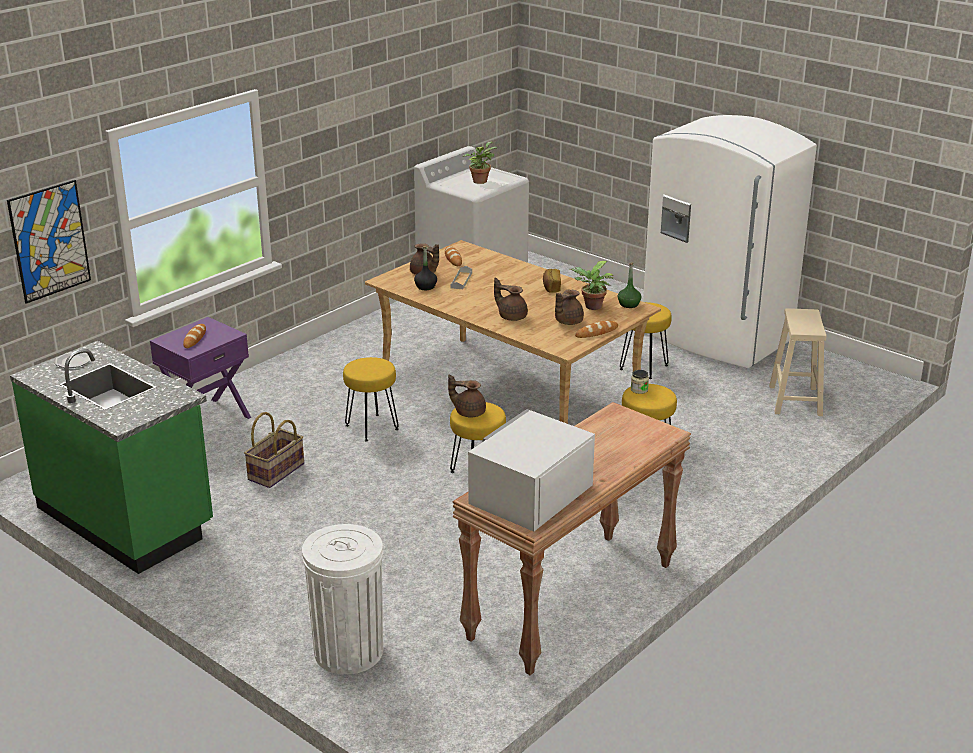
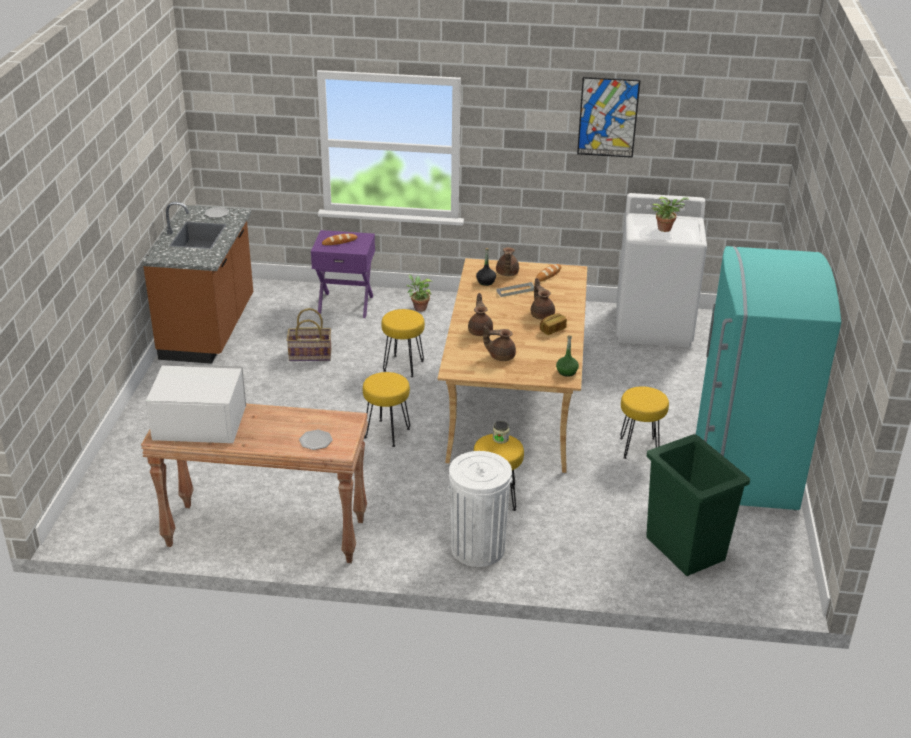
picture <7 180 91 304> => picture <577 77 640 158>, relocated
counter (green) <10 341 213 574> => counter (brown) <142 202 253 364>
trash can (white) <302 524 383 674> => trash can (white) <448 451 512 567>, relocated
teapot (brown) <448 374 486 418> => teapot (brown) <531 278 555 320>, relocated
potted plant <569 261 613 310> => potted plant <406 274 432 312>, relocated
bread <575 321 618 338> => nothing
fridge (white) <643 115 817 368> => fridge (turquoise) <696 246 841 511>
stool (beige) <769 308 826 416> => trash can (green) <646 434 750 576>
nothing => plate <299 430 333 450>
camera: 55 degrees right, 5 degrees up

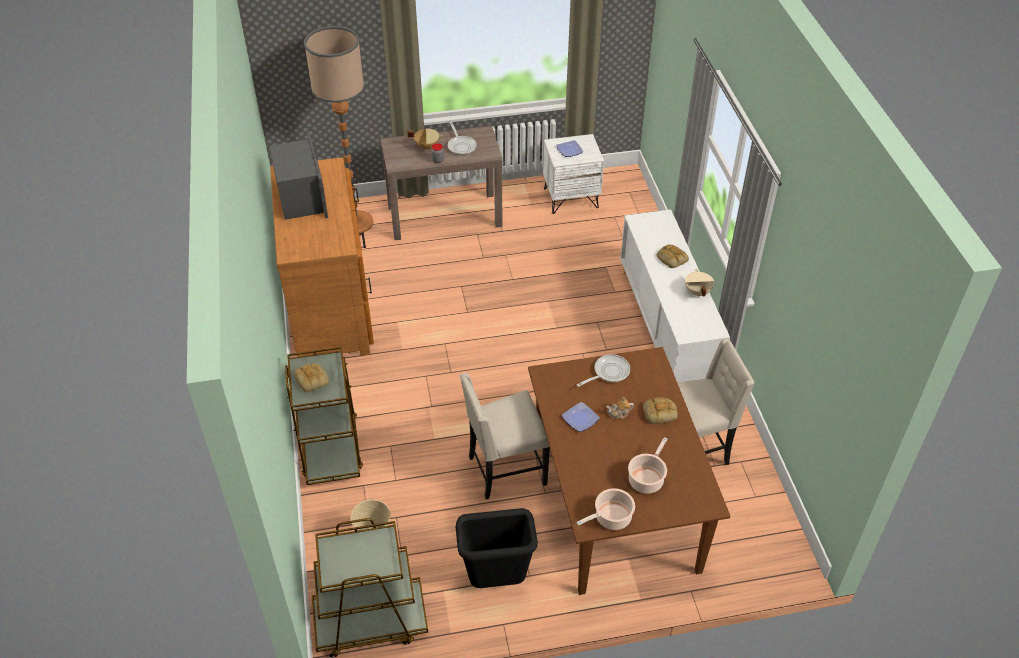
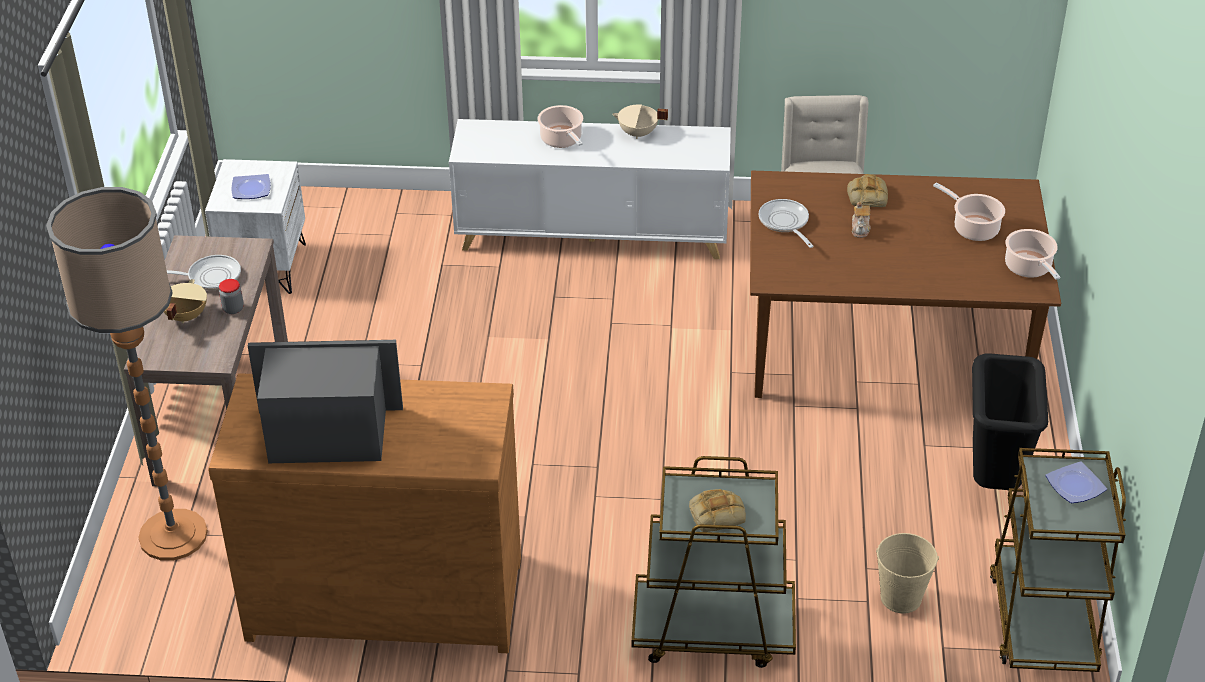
chair (beige) <460 373 550 499> => nothing
plate <562 402 600 432> => plate <1046 461 1107 503>, relocated
bread <657 245 689 268> => cooking pot <537 105 583 148>
camera: 75 degrees left, 5 degrees down

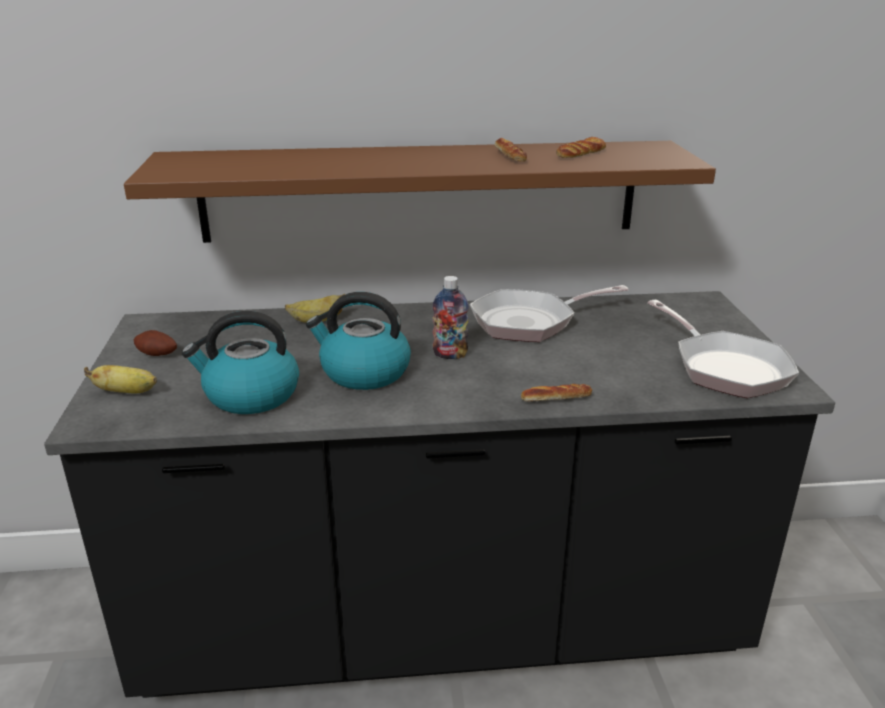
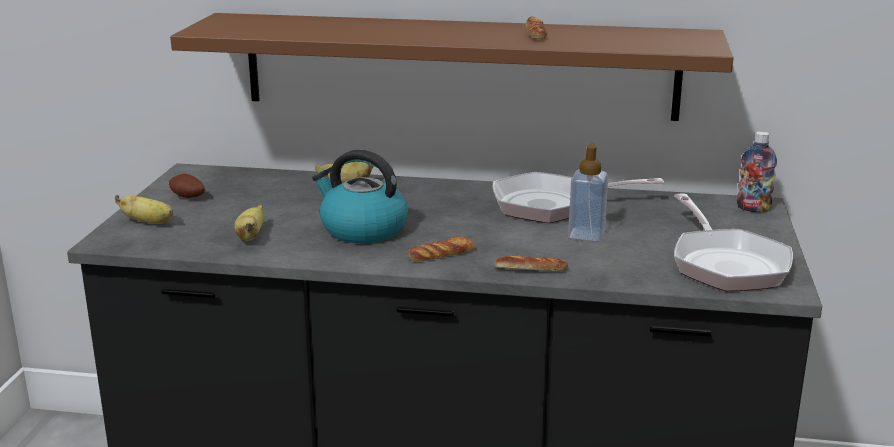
kettle <182 311 299 414> => banana <234 205 264 241>
bottle <432 276 469 359> => bottle <737 131 777 212>, relocated
bread <556 137 606 158> => bread <408 237 475 261>, relocated
nothing => soap dispenser <568 143 608 241>
camera: 15 degrees right, 5 degrees down

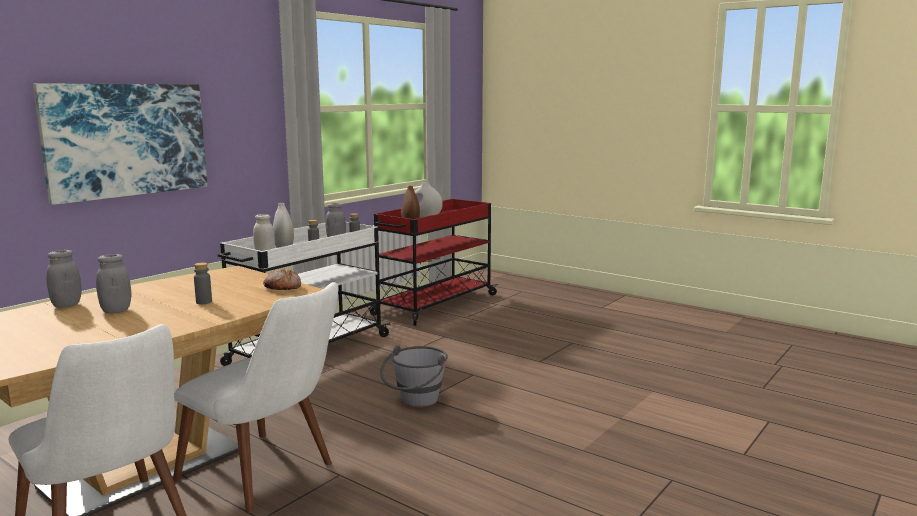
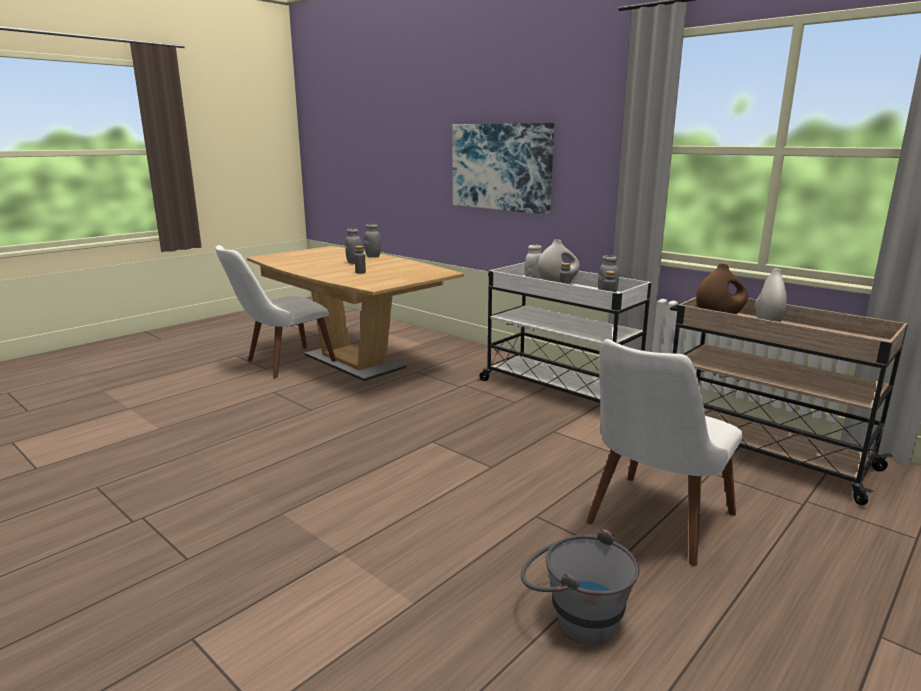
chair (white) <173 282 339 513> => chair (white) <586 339 743 566>, relocated
bread <263 268 301 290> => nothing
cart (red) <370 199 498 326> => cart (beige) <670 297 908 505>
bucket (grey) <380 345 448 407> => bucket (grey) <521 529 639 645>, relocated
camera: 95 degrees right, 5 degrees up

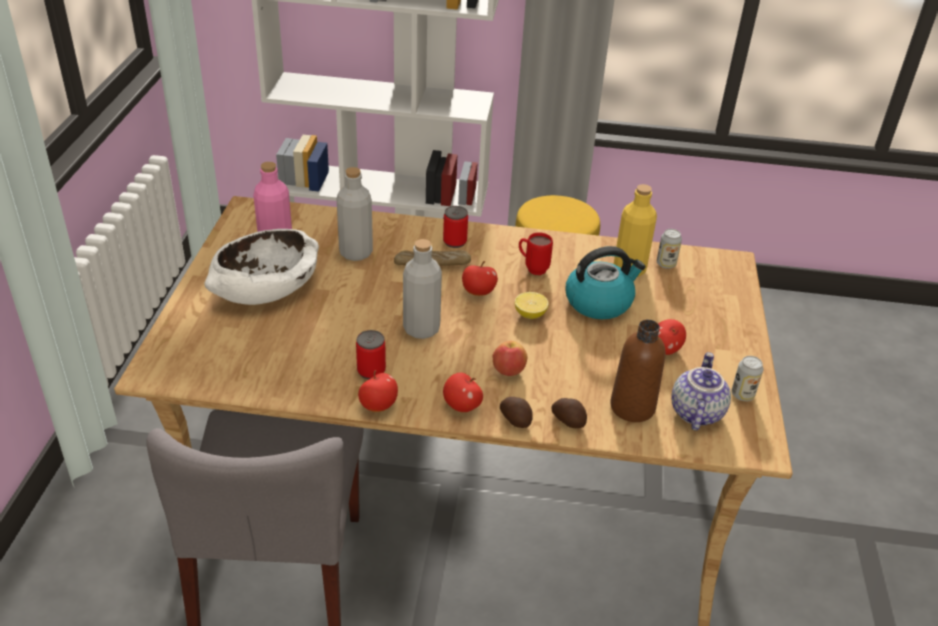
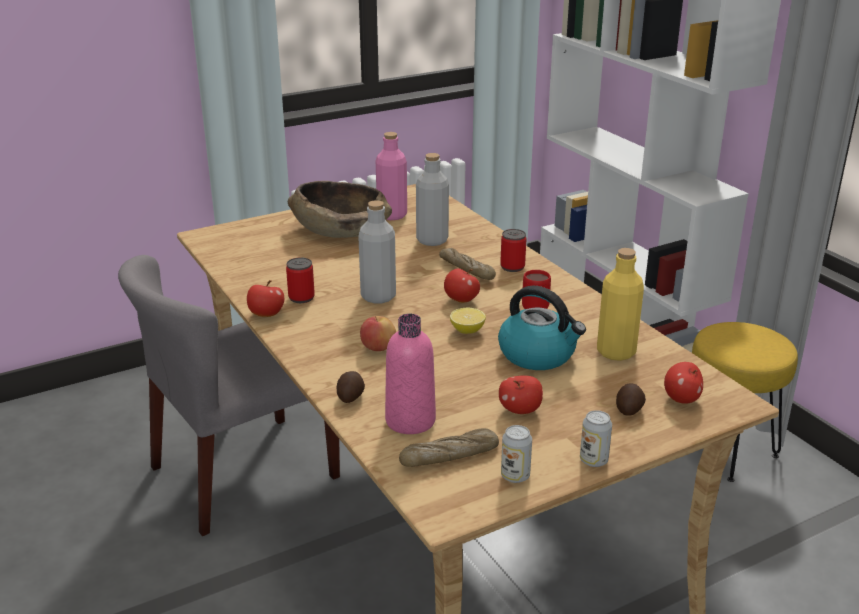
bowl (white) <204 229 319 305> => bowl (brown) <288 181 392 238>
apple <443 372 483 412> => apple <664 362 703 404>, relocated
potato <500 397 533 428> => potato <616 383 646 416>, relocated
bottle (brown) <610 320 665 422> => bottle (pink) <385 314 436 434>
can <657 229 682 269> => can <580 410 612 467>, relocated
teapot <671 352 731 431> => bread <399 428 499 467>
camera: 55 degrees right, 10 degrees down

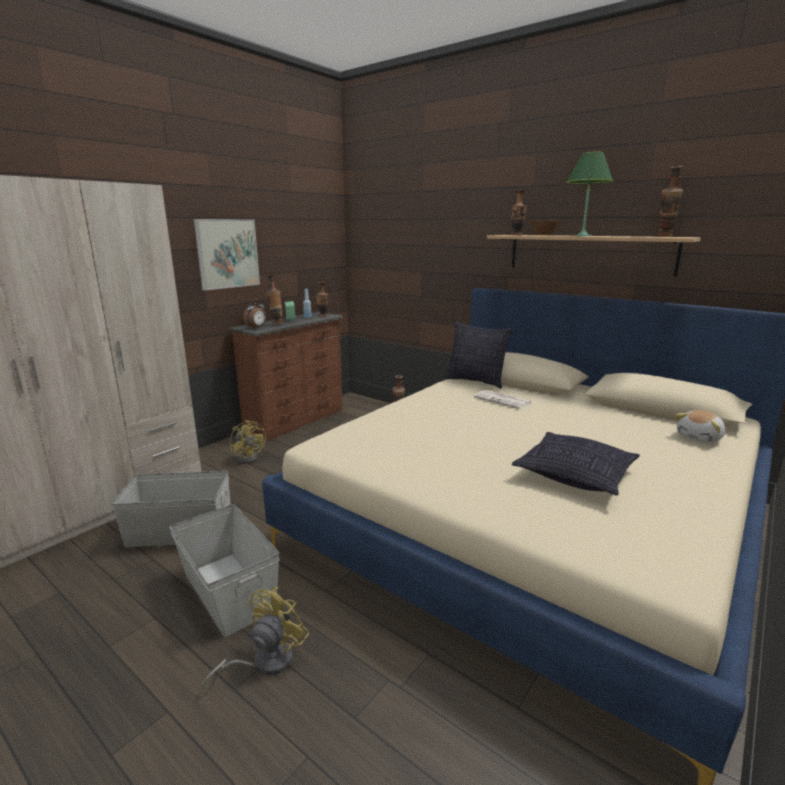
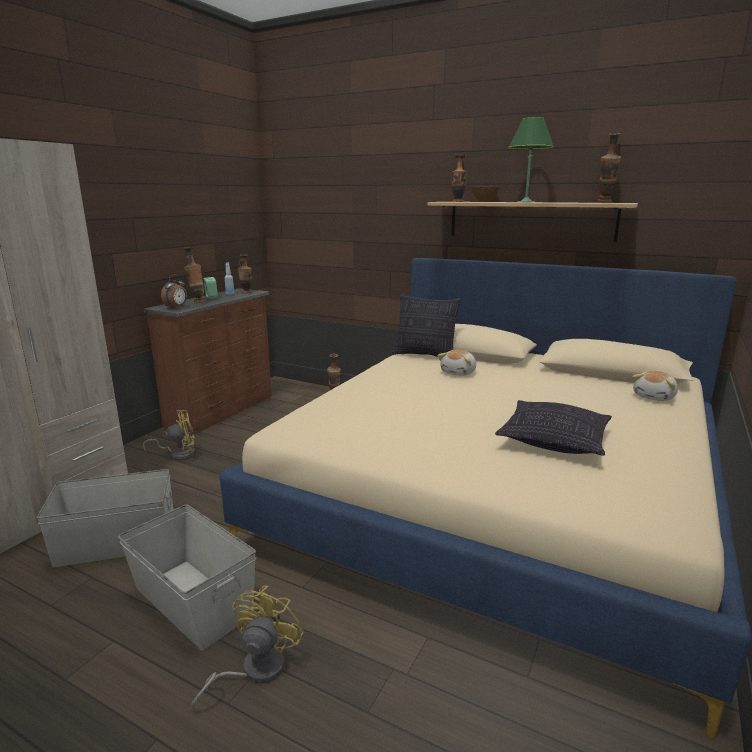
picture <194 219 260 291> => nothing
fan (yellow) <230 419 266 464> => fan (yellow) <143 410 195 460>, 60 degrees counterclockwise
newspaper <473 390 531 409> => plush toy <438 350 476 376>
camera: 10 degrees left, 0 degrees up

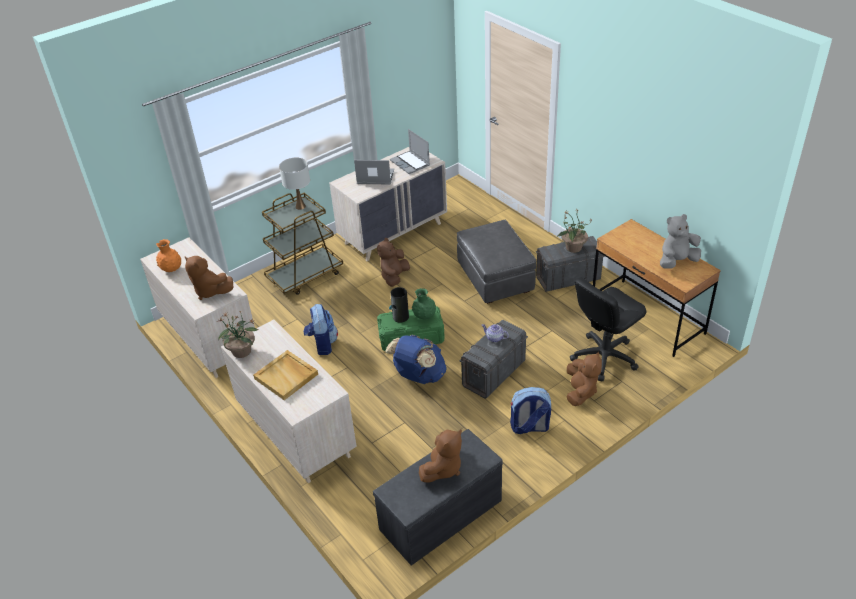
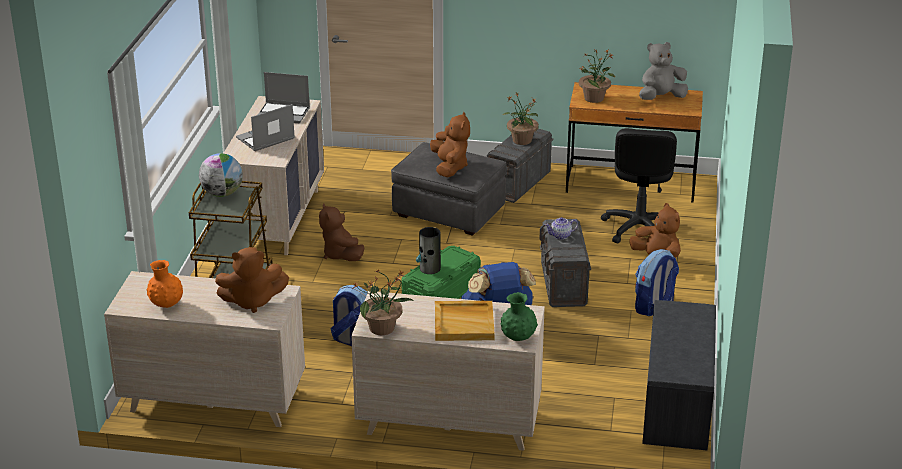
table lamp (white) <279 158 310 210> => globe <199 153 243 197>
vase (green) <412 288 436 320> => vase (green) <500 292 538 341>, relocated
plush toy (brown) <419 429 462 483> => plush toy (brown) <430 112 470 178>, relocated
plush toy (grey) <660 214 701 268> => plush toy (grey) <639 42 688 100>, 45 degrees clockwise
nothing => potted plant <579 49 615 103>
camera: 45 degrees left, 10 degrees down

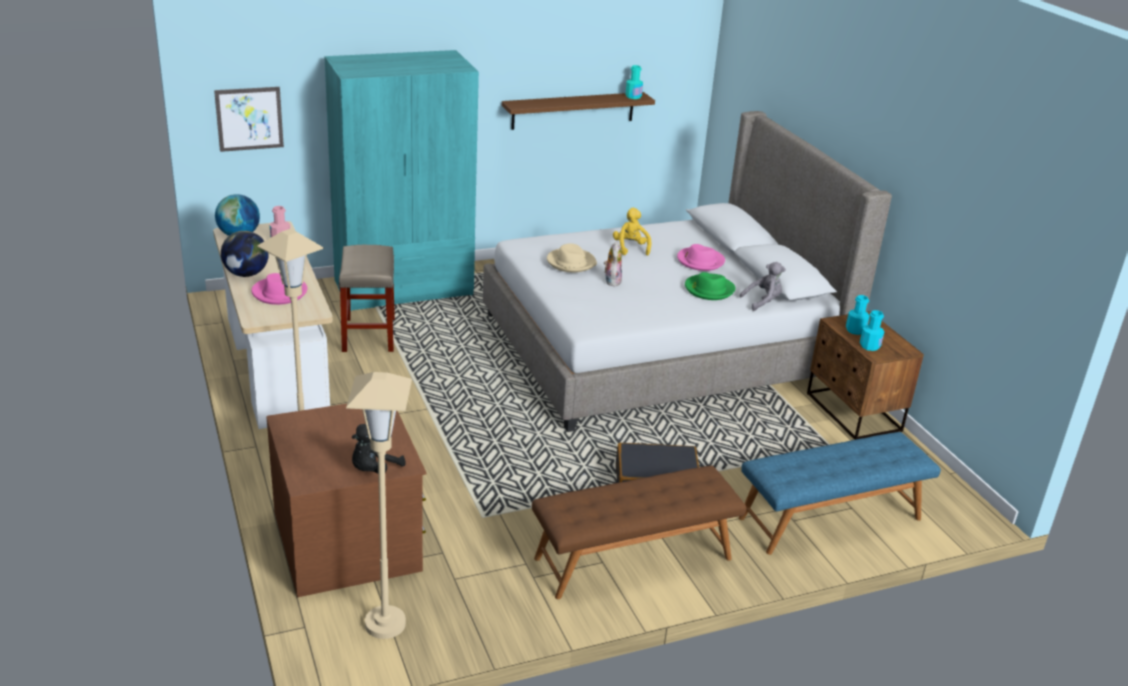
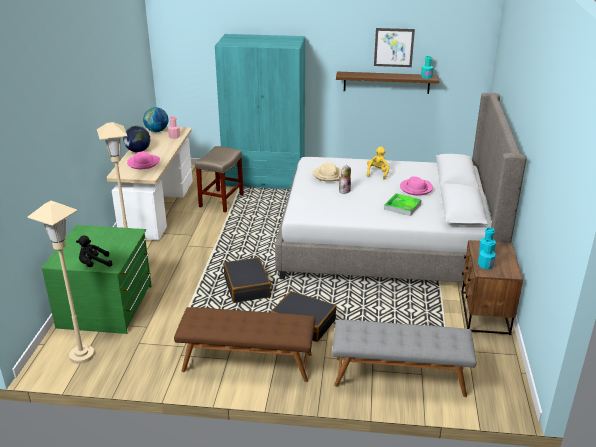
picture <214 87 284 152> => picture <374 28 415 67>, relocated
dresser (brown) <266 404 427 597> => dresser (green) <41 225 152 334>
hat (green) <685 272 736 300> => tray <384 193 421 216>
bench (blue) <739 432 941 555> => bench (grey) <332 320 477 397>
plush toy (grey) <740 262 786 311> => nothing
nothing => suitcase (black) <223 257 271 303>
camera: 30 degrees right, 0 degrees up

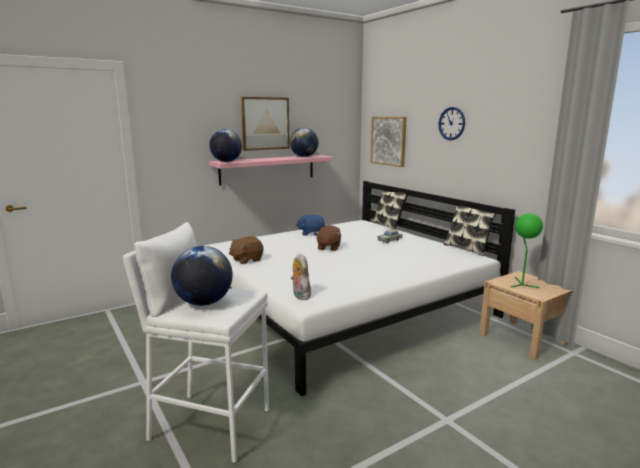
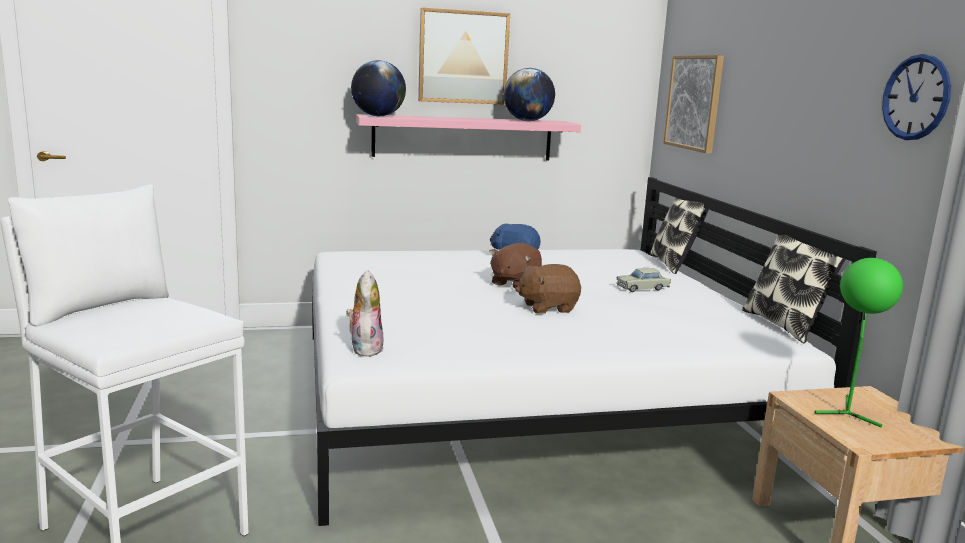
globe <171 246 233 306> => nothing
plush toy (brown) <229 236 263 264> => plush toy (brown) <515 264 581 313>, relocated
wall clock <439 107 465 140> => wall clock <882 54 951 140>, relocated
camera: 20 degrees right, 0 degrees up

